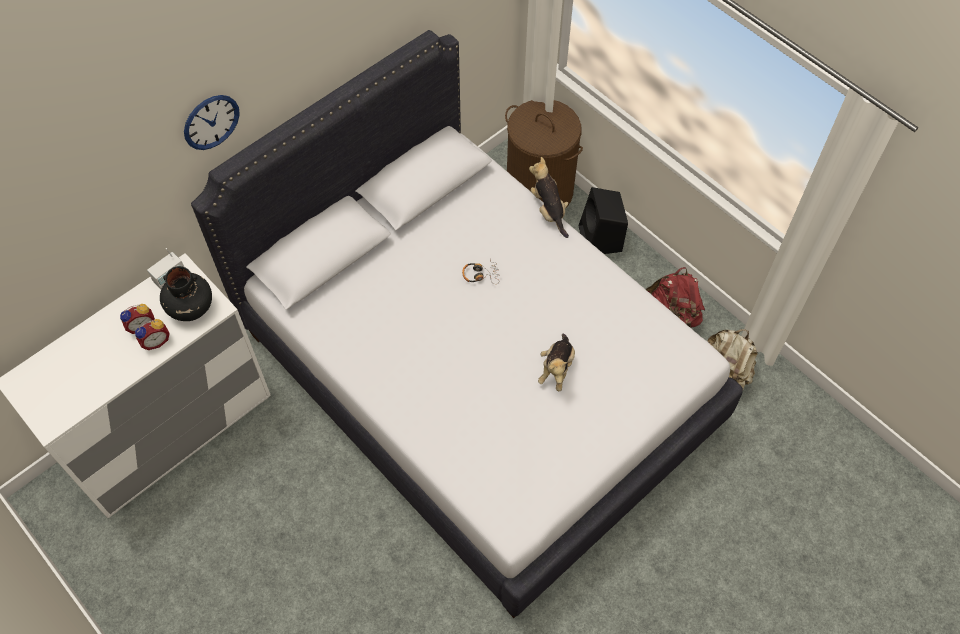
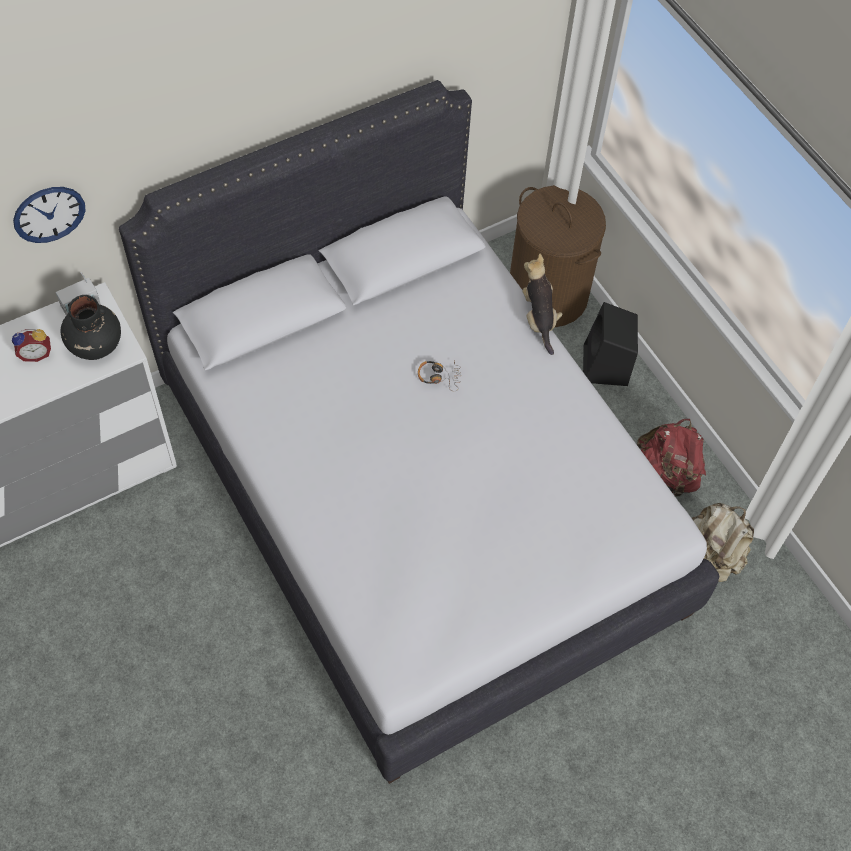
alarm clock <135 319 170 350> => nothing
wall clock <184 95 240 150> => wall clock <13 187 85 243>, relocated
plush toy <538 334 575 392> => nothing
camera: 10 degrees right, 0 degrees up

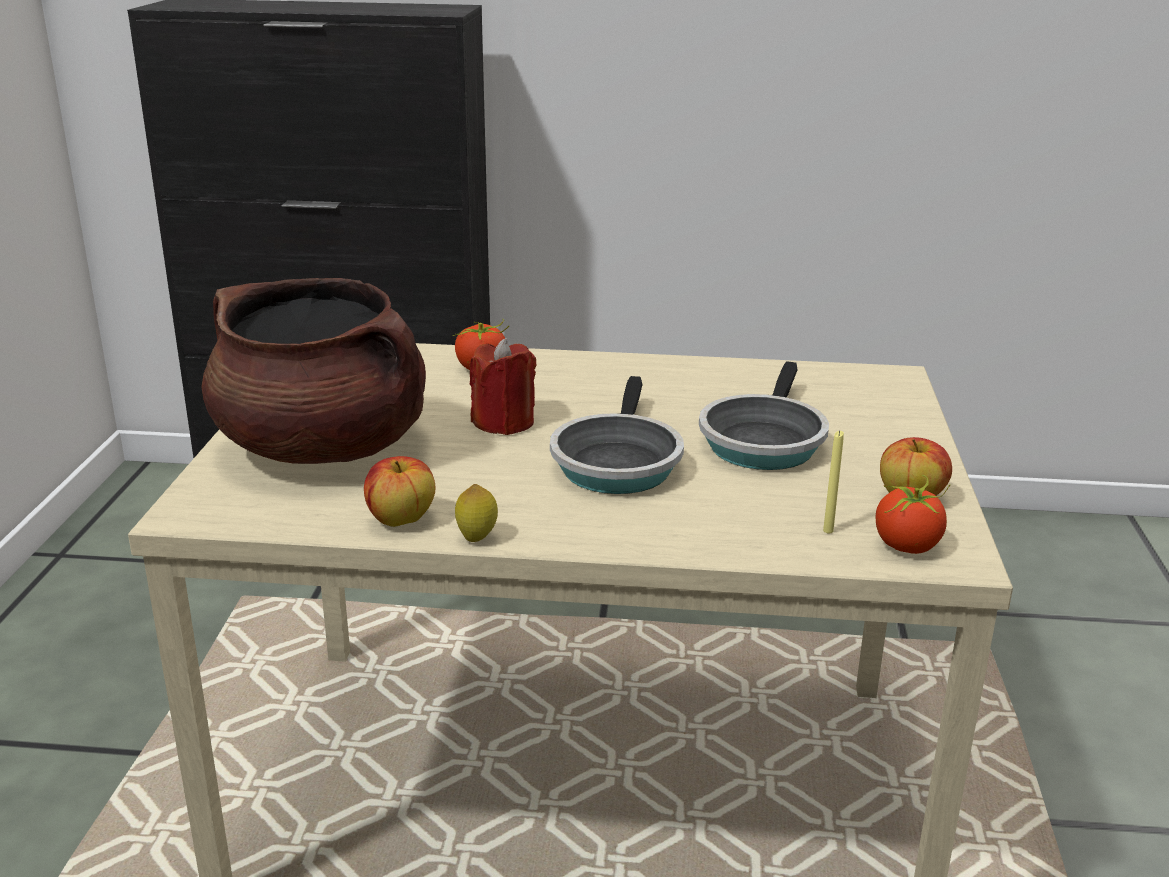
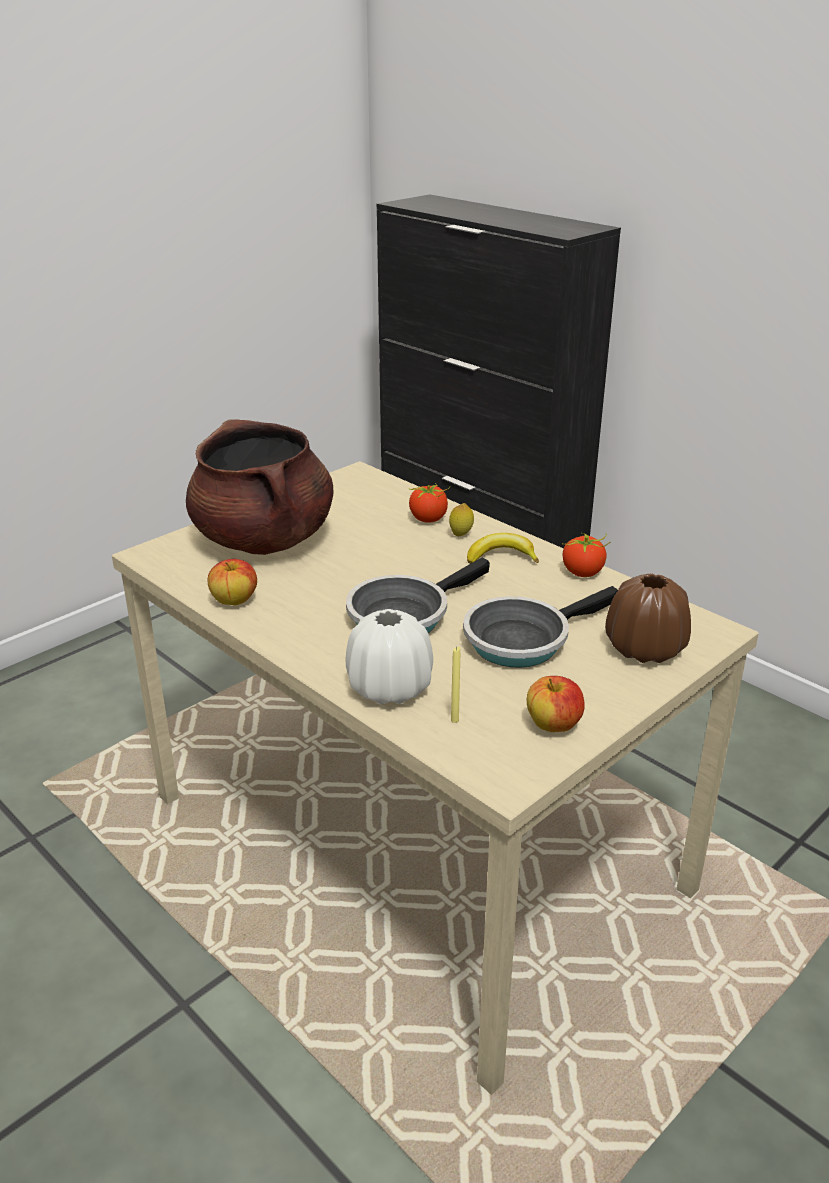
lemon <455 484 498 542> => lemon <449 503 474 536>, relocated
candle (red) <469 338 537 435> => nothing
tomato <876 475 950 554> => tomato <563 532 610 577>, relocated
nothing => vase (white) <345 609 433 704>
nothing => banana <467 533 539 564>
nothing => vase (brown) <605 574 691 663>
camera: 40 degrees right, 5 degrees up

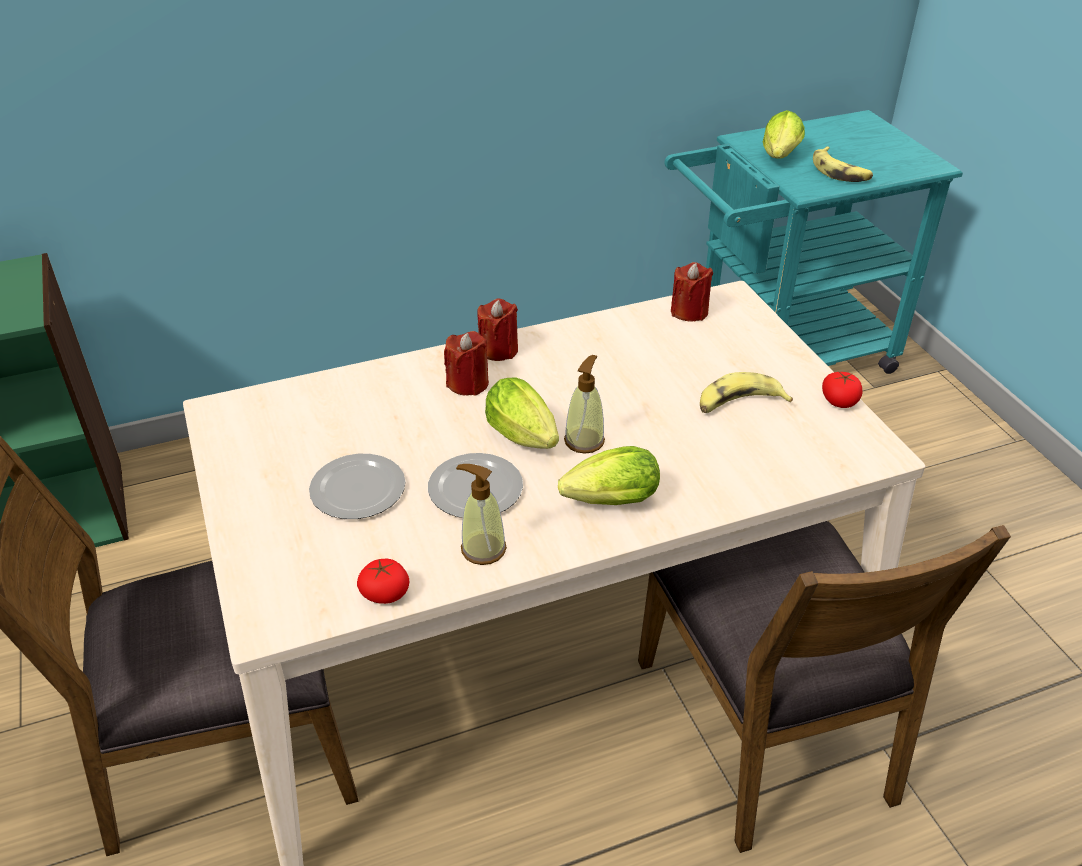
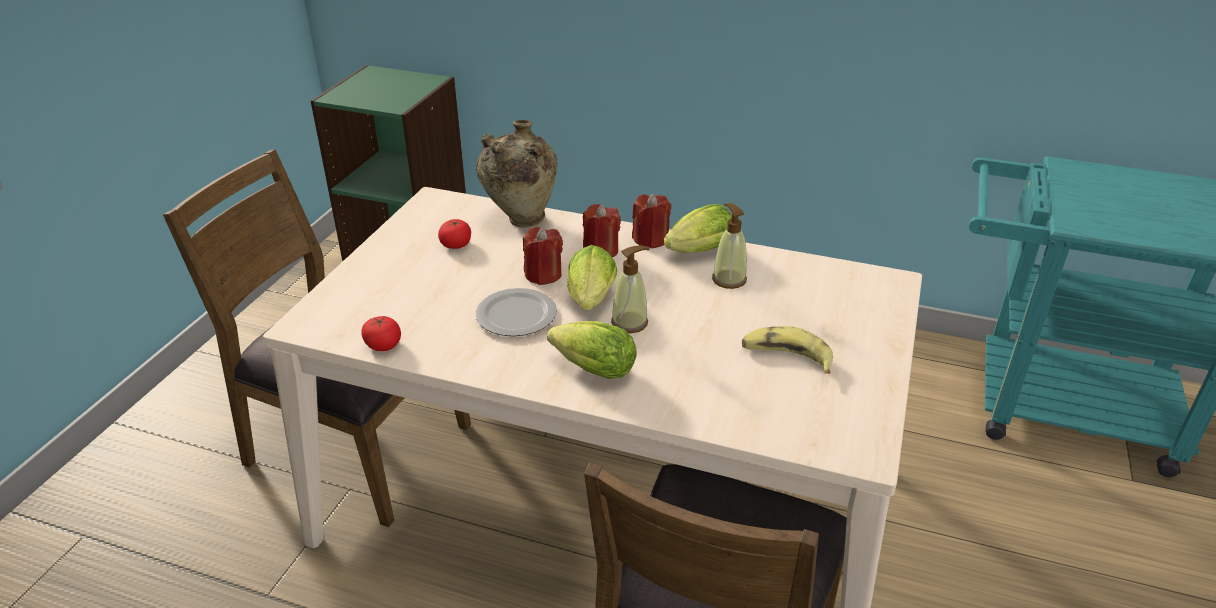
plate <309 454 405 519> => nothing
soap dispenser <456 464 507 565> => soap dispenser <712 203 747 289>, relocated
candle (red) <671 262 713 322> => candle (red) <523 227 563 285>, relocated
lettuce <763 110 805 158> => lettuce <664 204 732 253>, relocated
banana <813 146 873 182> => nothing
tomato <822 371 863 408> => tomato <438 219 471 249>, relocated
nothing => vase (beige) <476 120 557 228>
camera: 40 degrees right, 5 degrees down

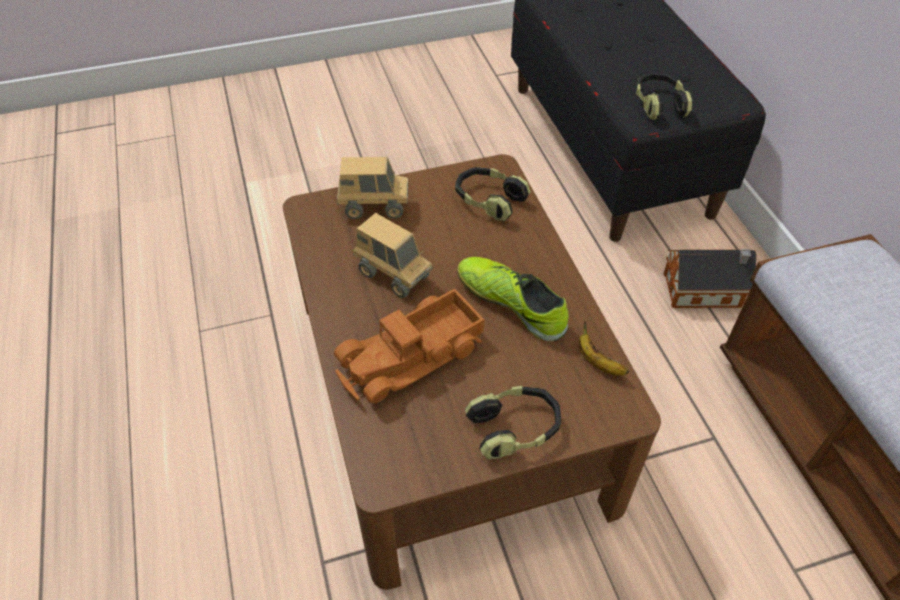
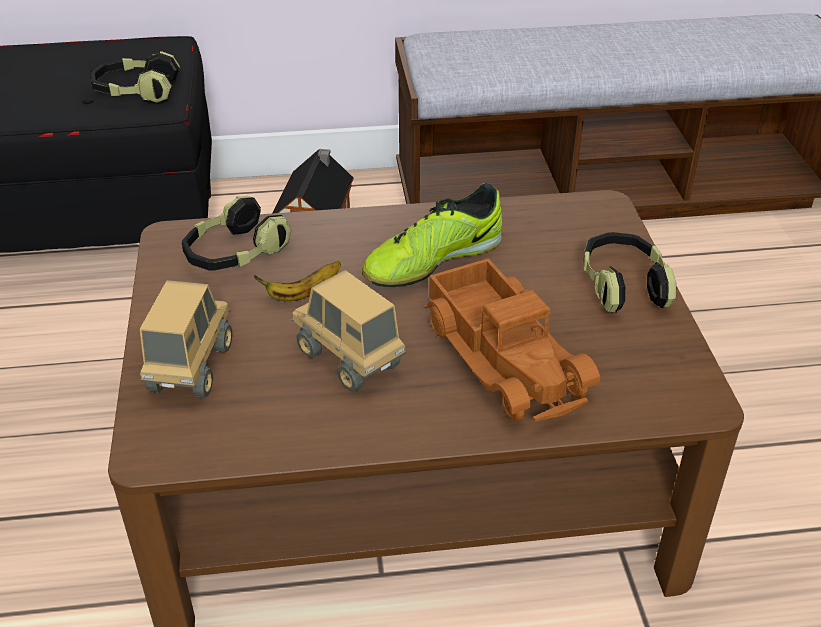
toy truck <353 213 433 298> => toy truck <292 270 406 392>, 90 degrees counterclockwise
banana <579 321 629 375> => banana <254 261 341 301>, relocated
camera: 80 degrees left, 10 degrees down

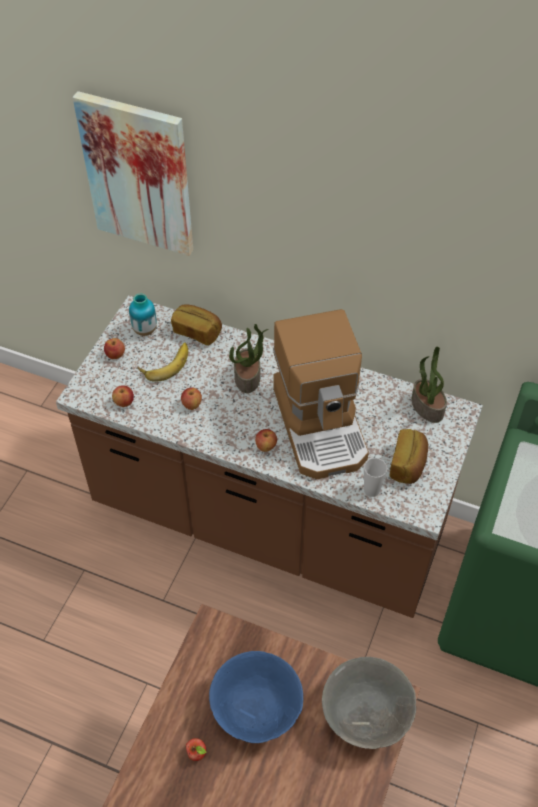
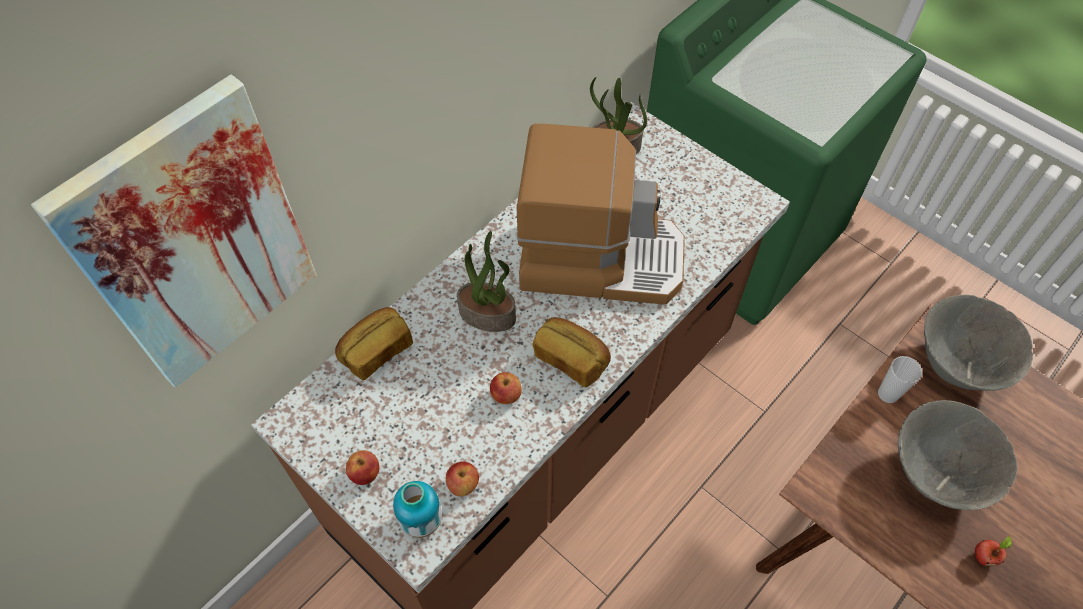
vase <129 293 157 336> => vase <393 481 442 538>, relocated
banana <138 342 188 382> => nothing
bowl (blue) <209 651 303 743> => bowl (grey) <898 400 1018 510>
apple <255 429 277 452> => nothing
cup <364 458 387 497> => cup <878 356 922 403>, relocated
bread <389 429 428 484> => bread <533 317 611 387>, relocated
camera: 70 degrees left, 5 degrees up

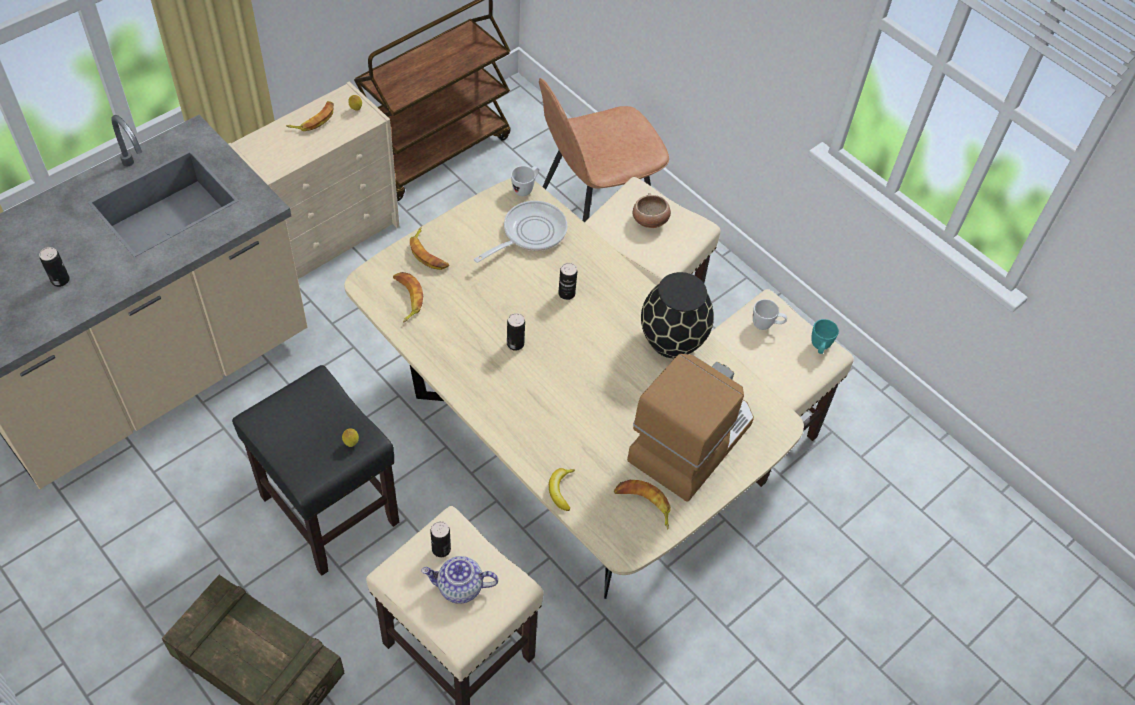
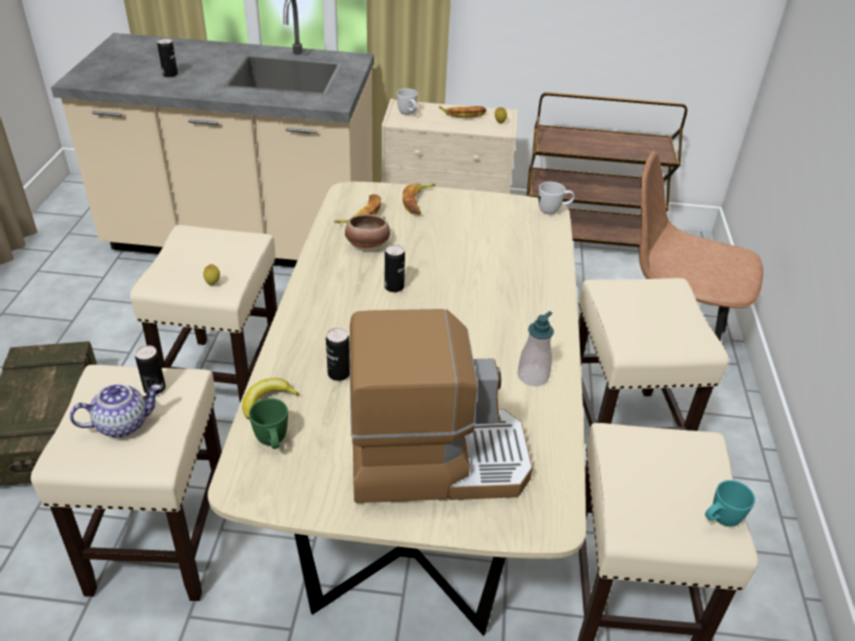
stool (black) <232 365 399 576> => stool (beige) <130 225 277 402>
teapot <421 556 498 604> => teapot <70 383 161 438>, 105 degrees clockwise
frying pan <474 201 567 263> => nothing
can <558 263 577 300> => can <326 328 350 381>, relocated
banana <614 480 671 530> => nothing
bowl <633 193 671 228> => bowl <345 214 390 248>, relocated
vase (black) <641 272 714 358> => soap dispenser <518 311 554 386>
mug (white) <753 299 787 330> => mug (white) <397 89 418 115>, relocated
nothing => mug (green) <249 398 288 449>
camera: 50 degrees right, 15 degrees down

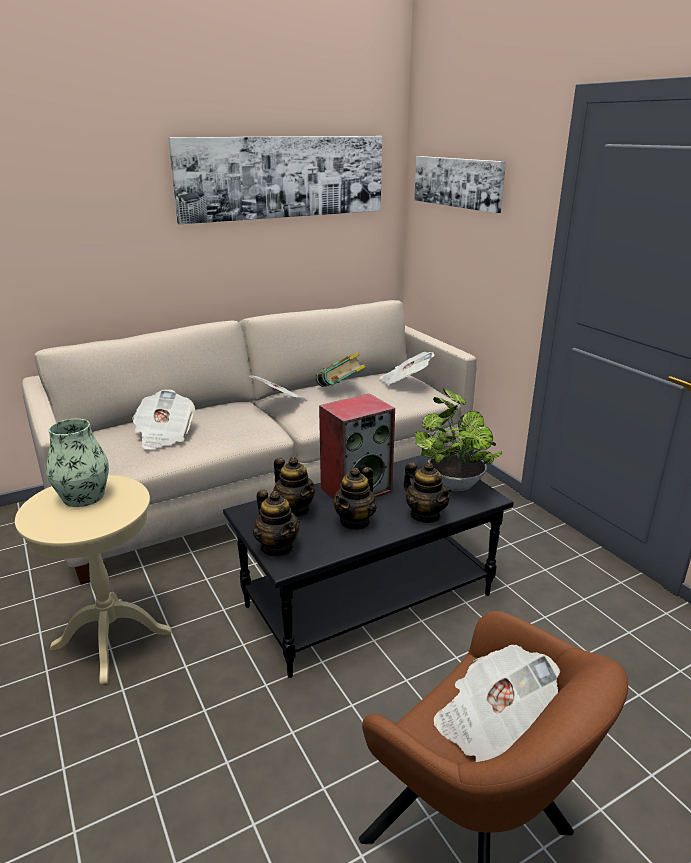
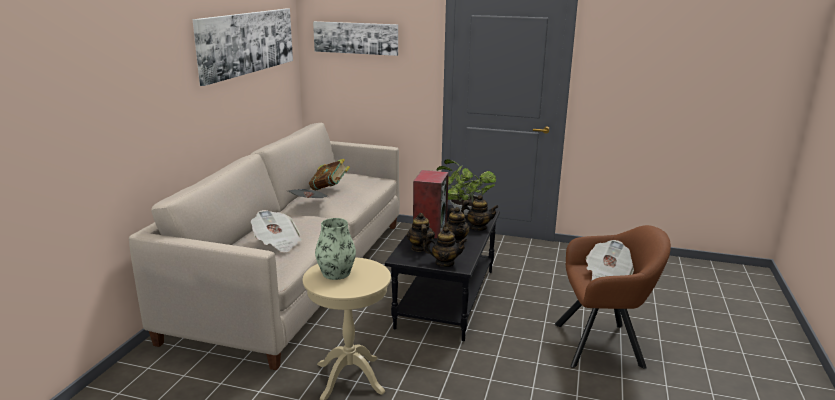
teapot <274 457 315 517> => teapot <407 213 435 252>, 105 degrees counterclockwise
newspaper <379 352 435 385> => nothing
camera: 45 degrees left, 5 degrees down

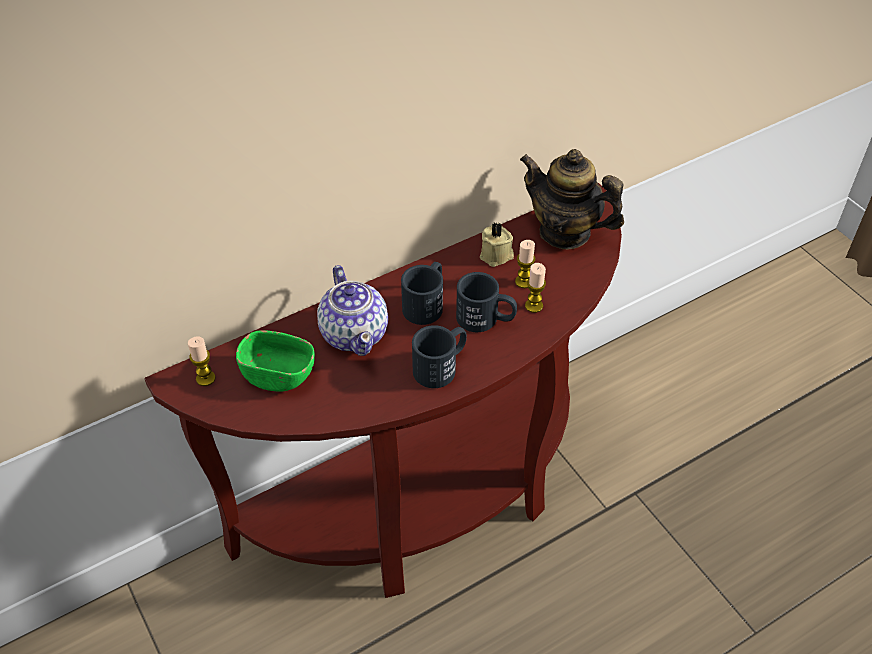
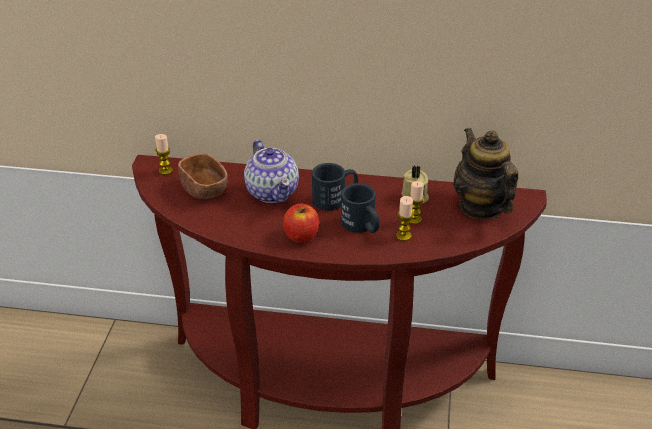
bowl (green) <236 330 315 392> => bowl (brown) <178 153 228 199>
teapot <317 265 388 356> => teapot <244 140 299 203>, 45 degrees counterclockwise
mug (black) <412 325 467 388> => apple <283 204 319 243>
camera: 40 degrees right, 10 degrees down

